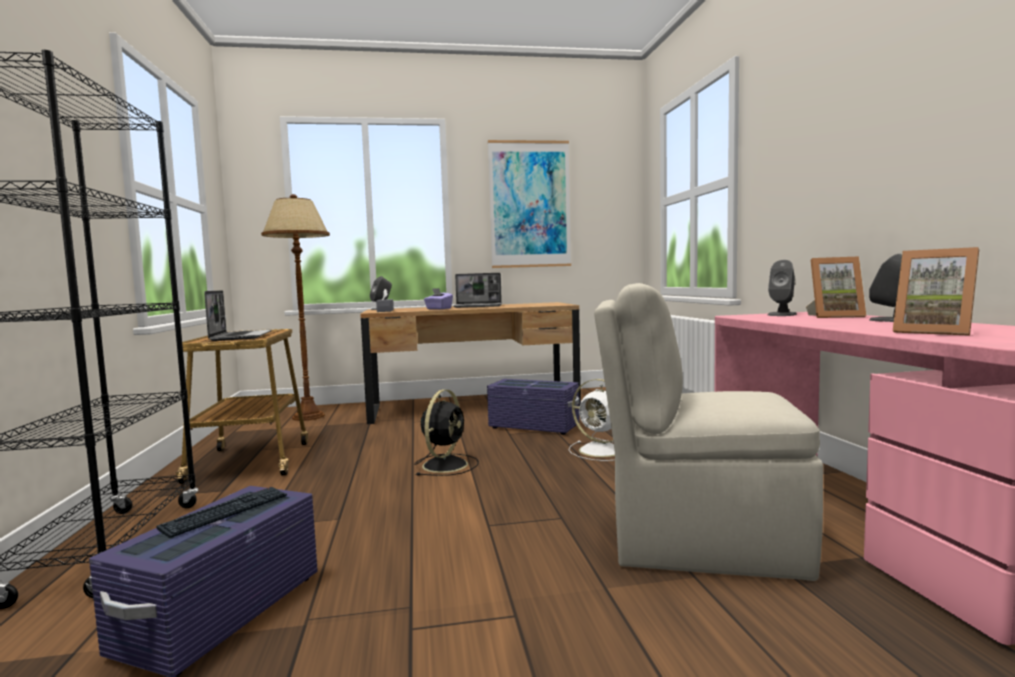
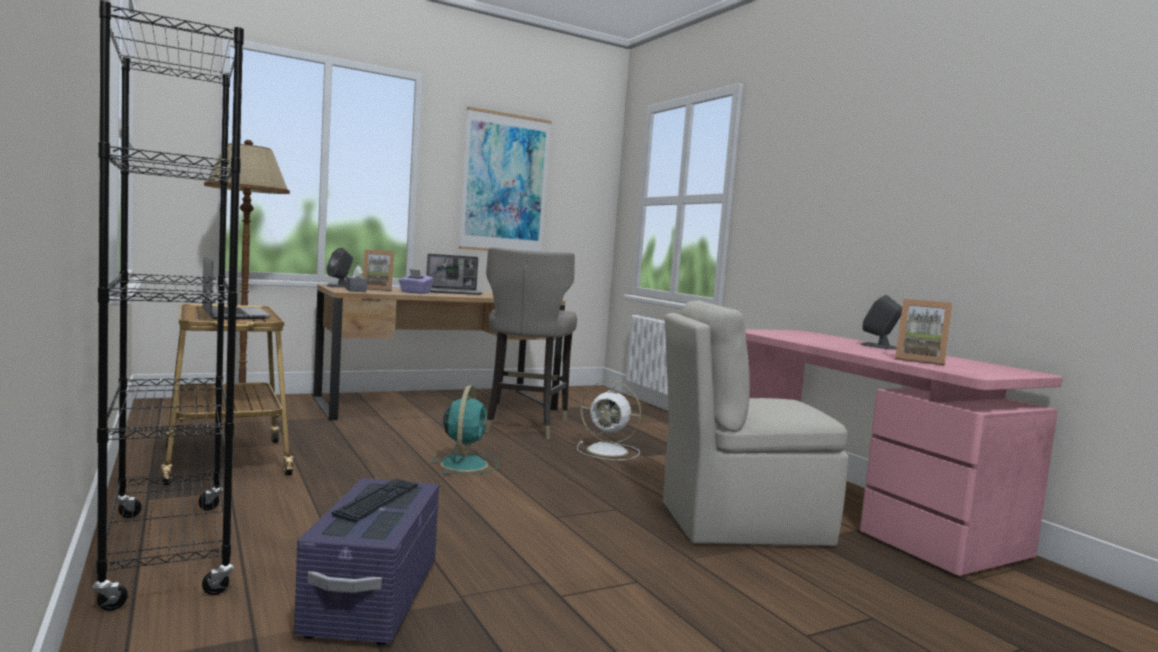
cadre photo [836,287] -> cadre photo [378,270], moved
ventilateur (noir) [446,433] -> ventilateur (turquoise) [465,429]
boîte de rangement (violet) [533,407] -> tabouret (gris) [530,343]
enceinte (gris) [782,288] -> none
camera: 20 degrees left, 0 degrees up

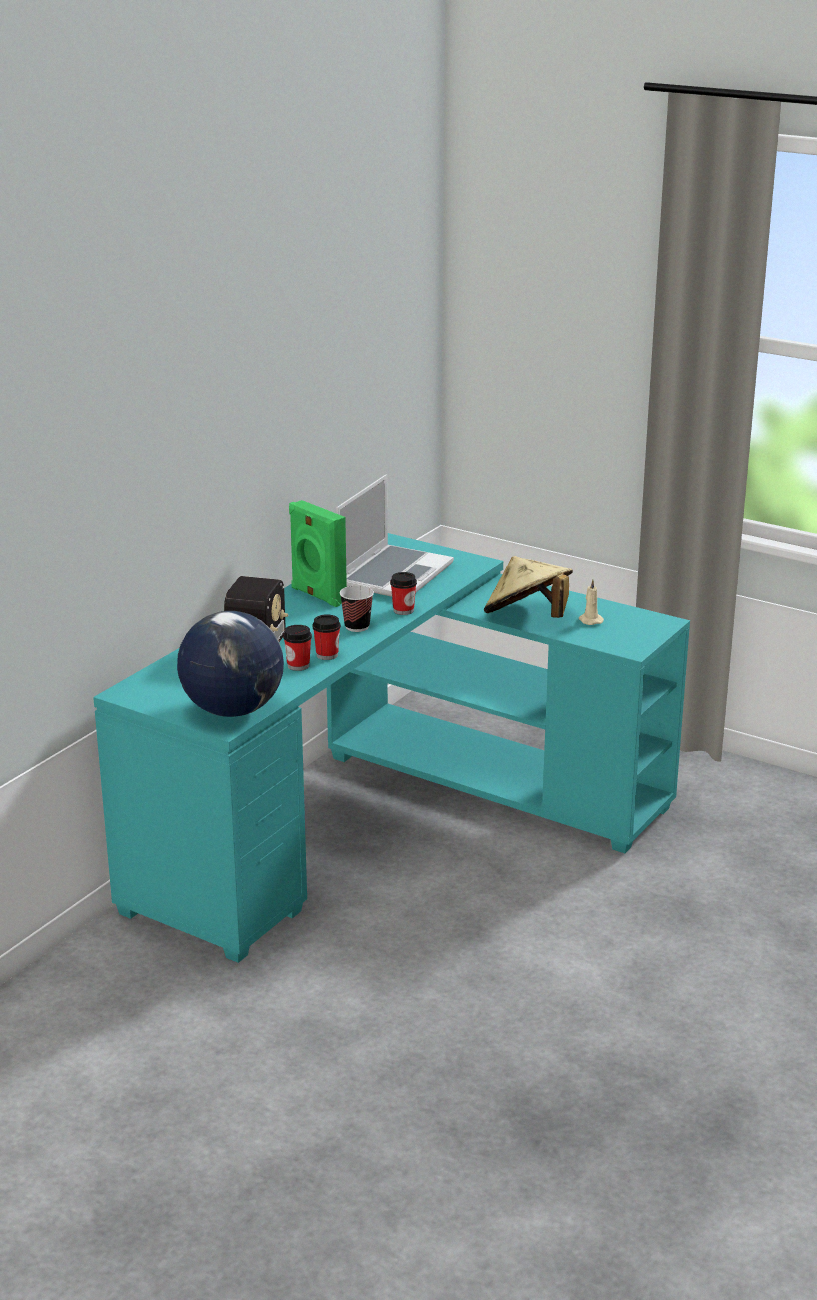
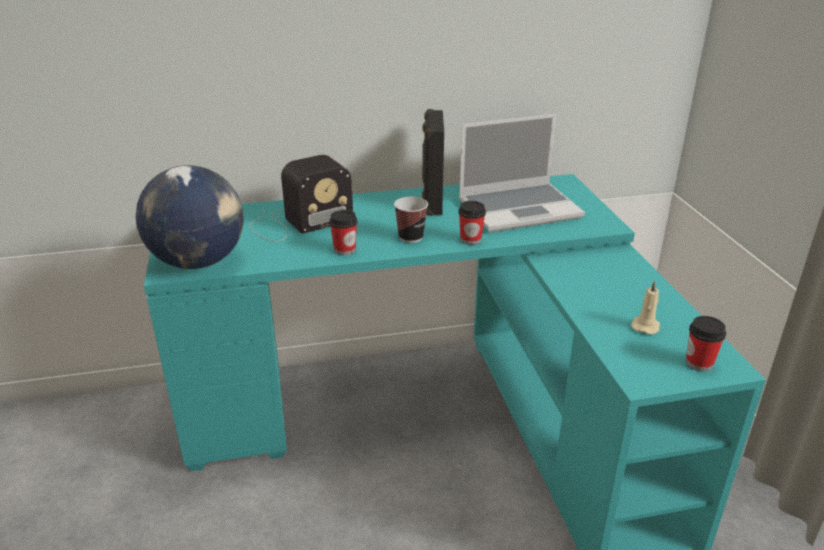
enceinte (vert) [318,553] -> enceinte (noir) [433,162]
tasse [297,648] -> tasse [706,344], moved
chapeau (beige) [528,587] -> none
camera: 45 degrees right, 5 degrees up

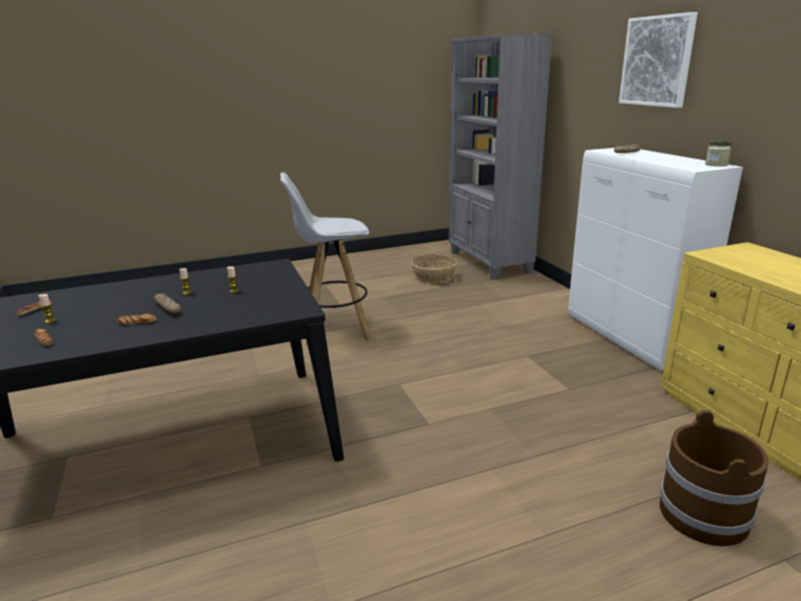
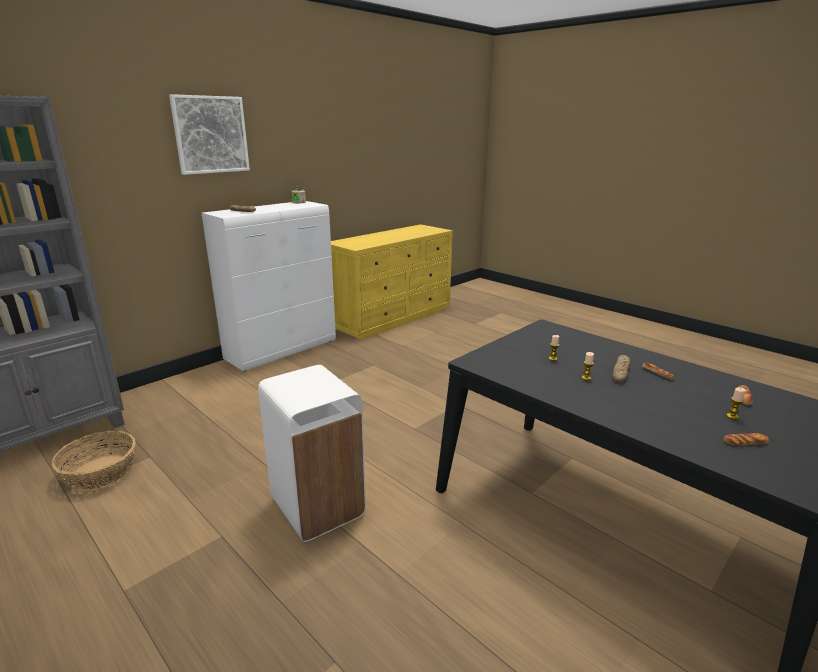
tabouret (blanc) [326,259] -> poubelle (blanc) [312,453]
seau (marron) [714,478] -> none
camera: 115 degrees left, 0 degrees up

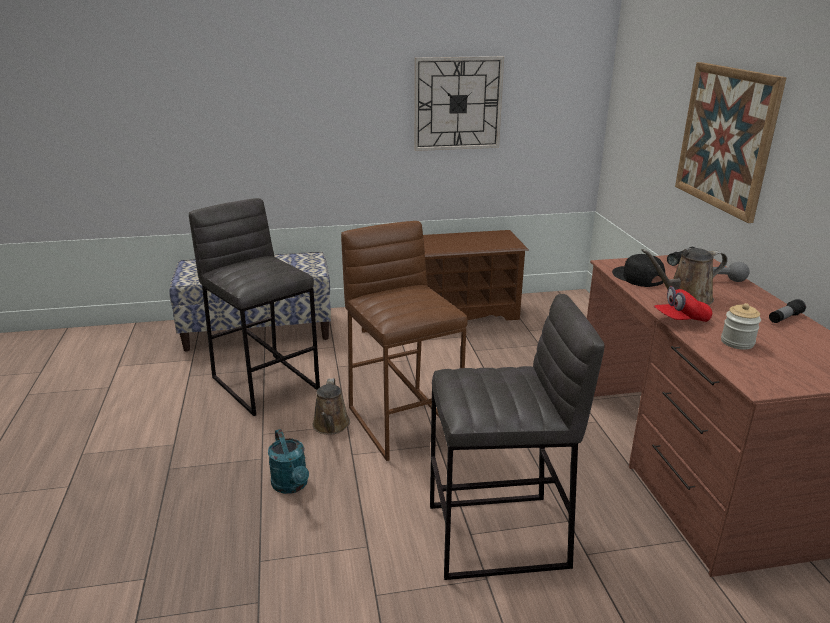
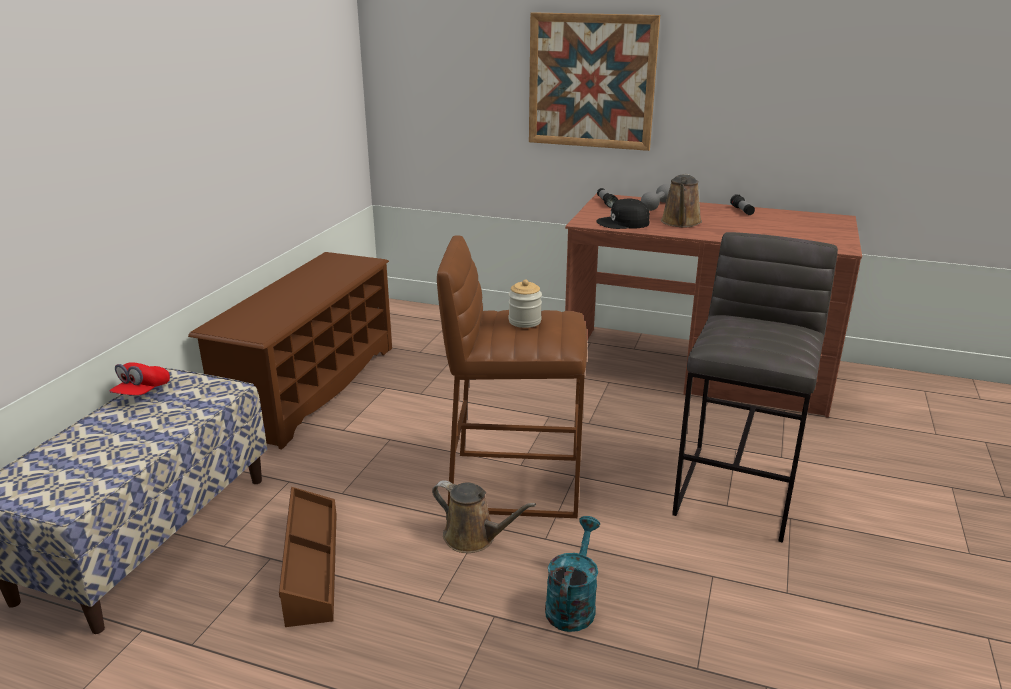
casquette (rouge) [683,304] -> casquette (rouge) [139,378], moved
tabouret (gris) [254,307] -> boîte de rangement (marron) [308,557]
bocal [741,326] -> bocal [525,303], moved
arrosoir (turquoise) [288,461] -> arrosoir (turquoise) [572,574], 75 degrees counterclockwise
horloge murale [459,103] -> none
camera: 60 degrees left, 0 degrees up

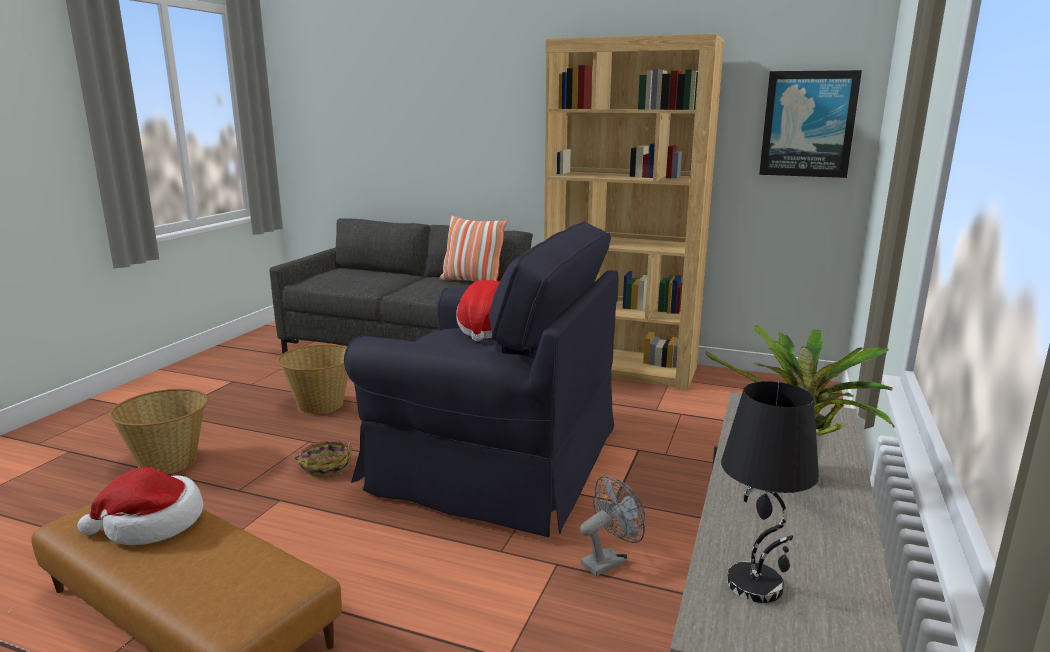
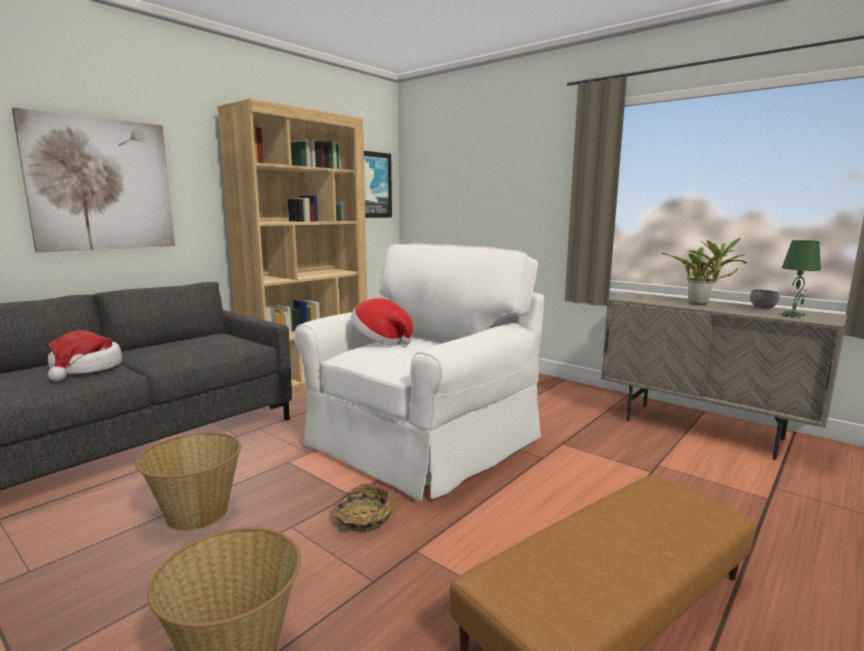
none -> tableau [93,180]
chapeau [140,506] -> chapeau [85,355], moved
fauteuil (noir) [481,380] -> fauteuil (blanc) [419,372]
none -> bol (gris) [765,298]
lampe de table (noir) [770,492] -> lampe de table (vert) [801,279]
coussin [473,248] -> none
ventilateur (gris) [612,526] -> none
camera: 70 degrees left, 5 degrees down

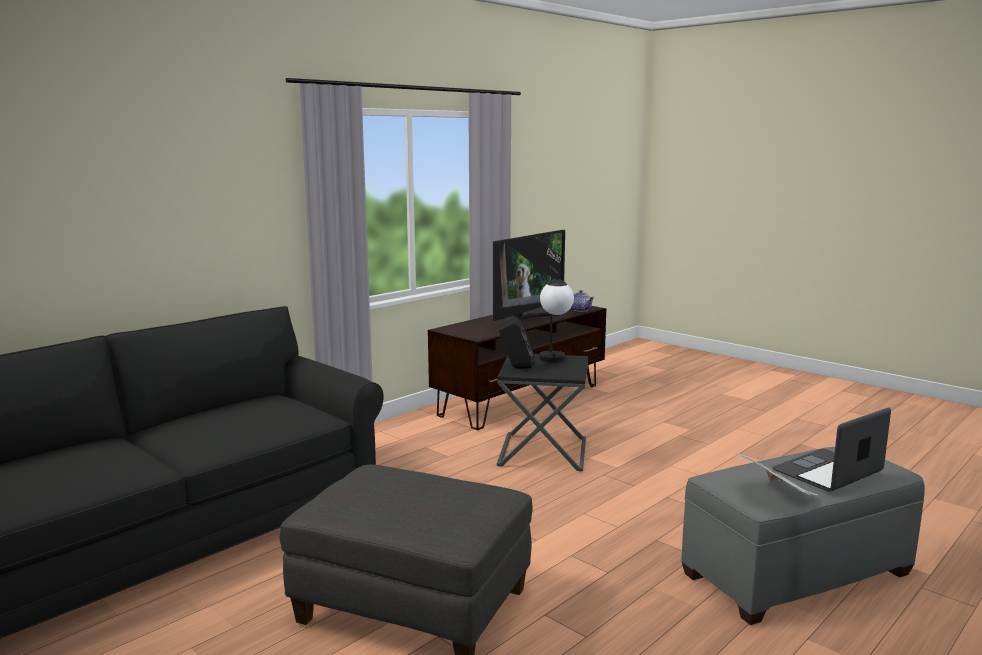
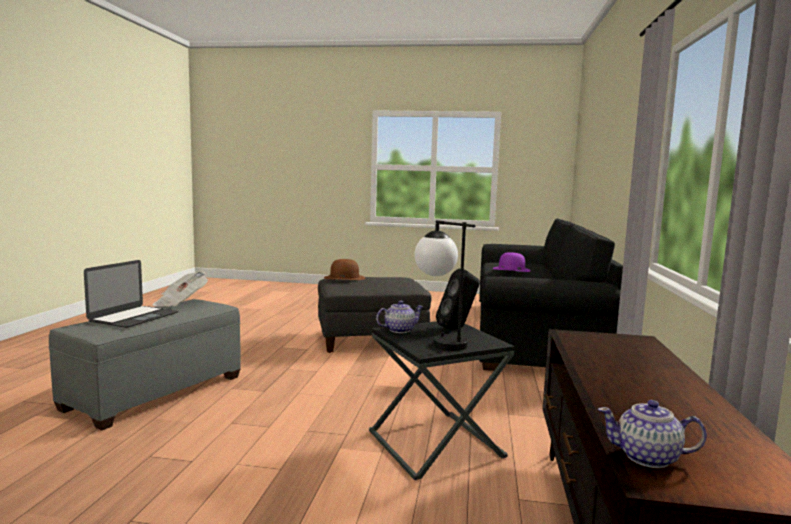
none -> chapeau (marron) [344,269]
none -> théière [400,316]
none -> chapeau (violet) [512,262]
téléviseur [529,275] -> none
camera: 145 degrees right, 5 degrees down

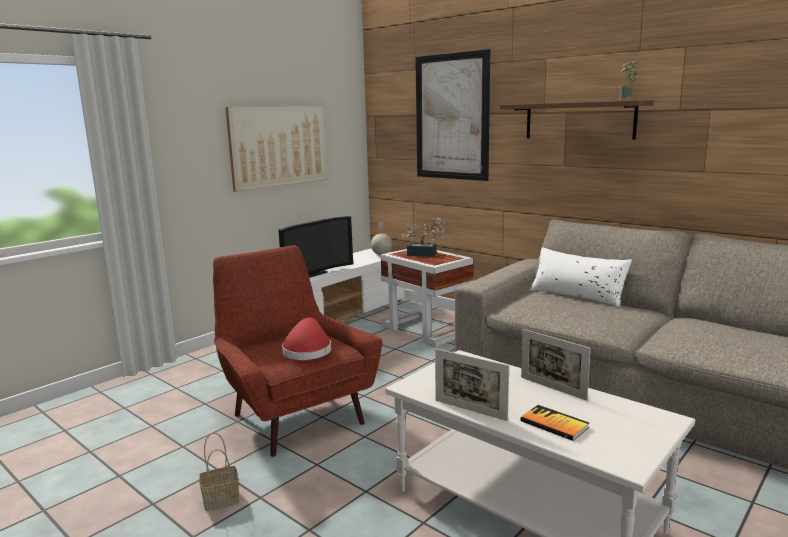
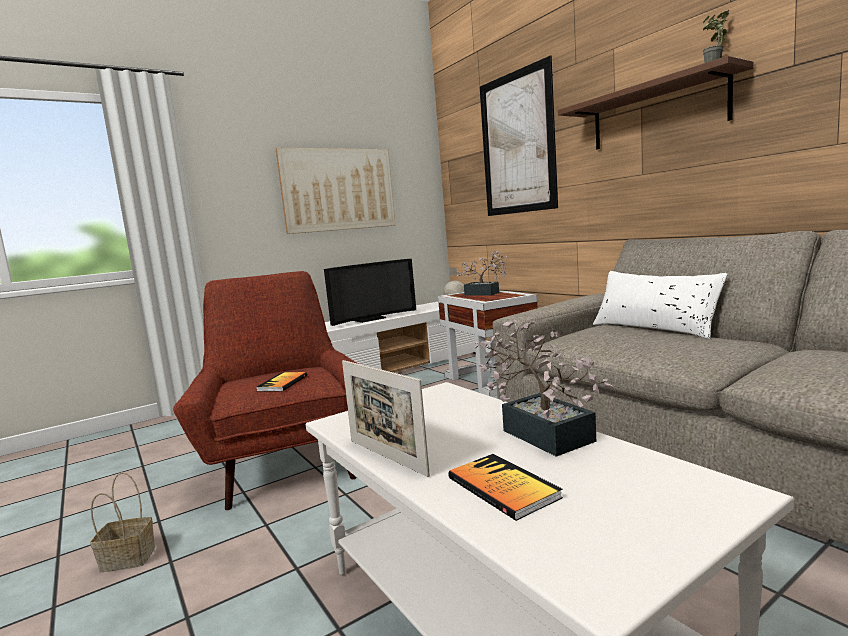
chapeau (rouge) [306,339] -> livre [281,382]
cadre photo [556,365] -> plante en pot [543,388]
camera: 15 degrees right, 5 degrees down

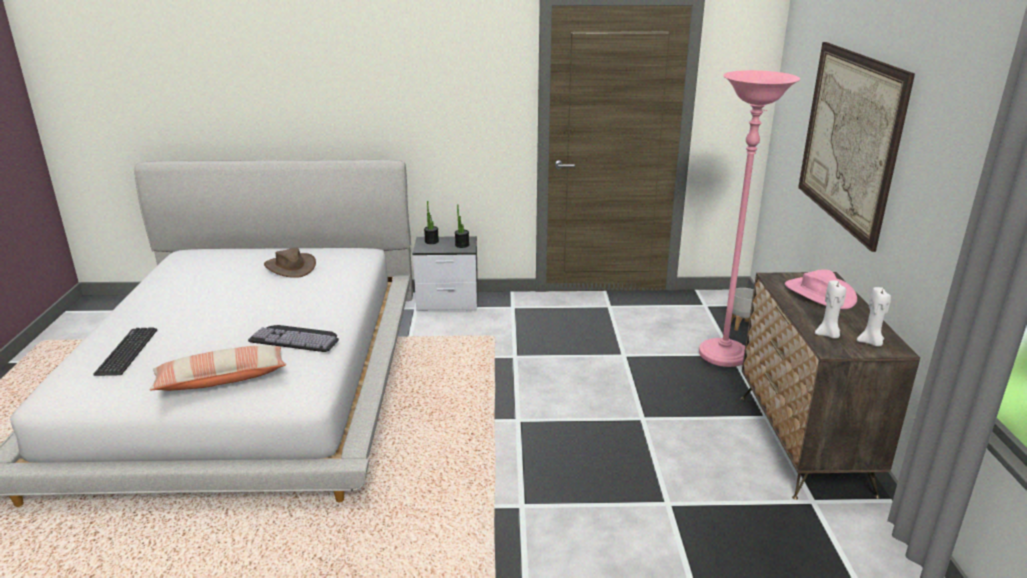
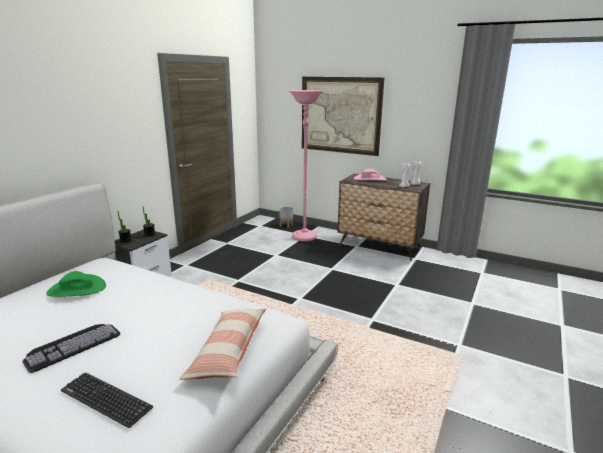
clavier [293,338] -> clavier [71,348], moved
chapeau (marron) [290,262] -> chapeau (vert) [76,284]
camera: 60 degrees left, 5 degrees down

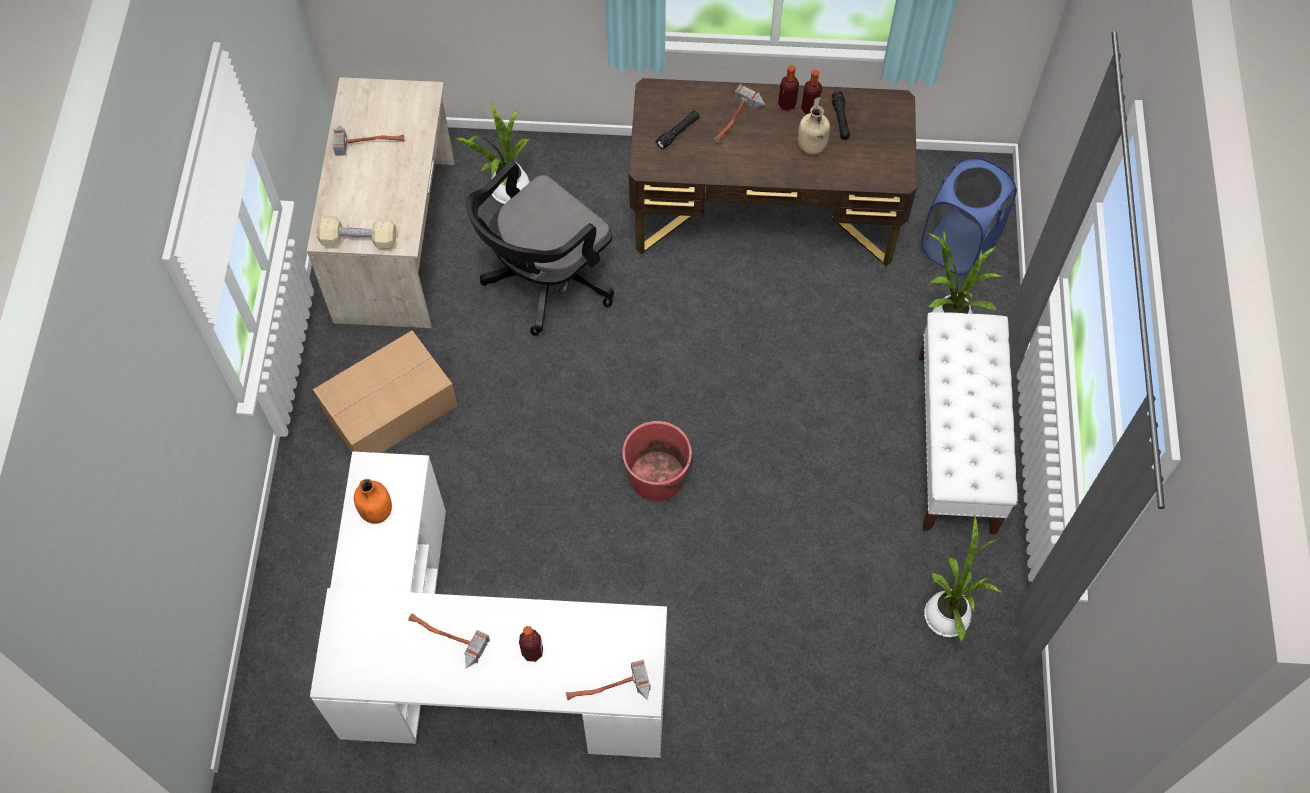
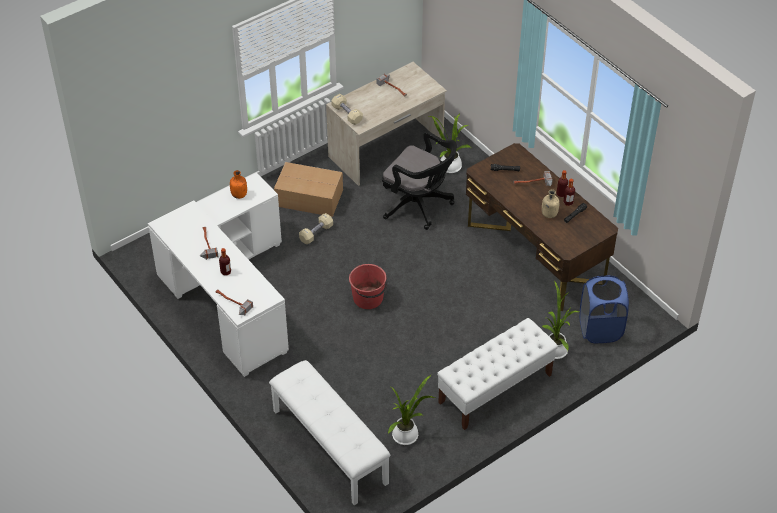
none -> banc (blanc) [329,432]
none -> haltère (beige) [316,228]
chaise de bureau (noir) [540,248] -> chaise de bureau (noir) [419,180], 150 degrees counterclockwise
camera: 50 degrees right, 15 degrees down

